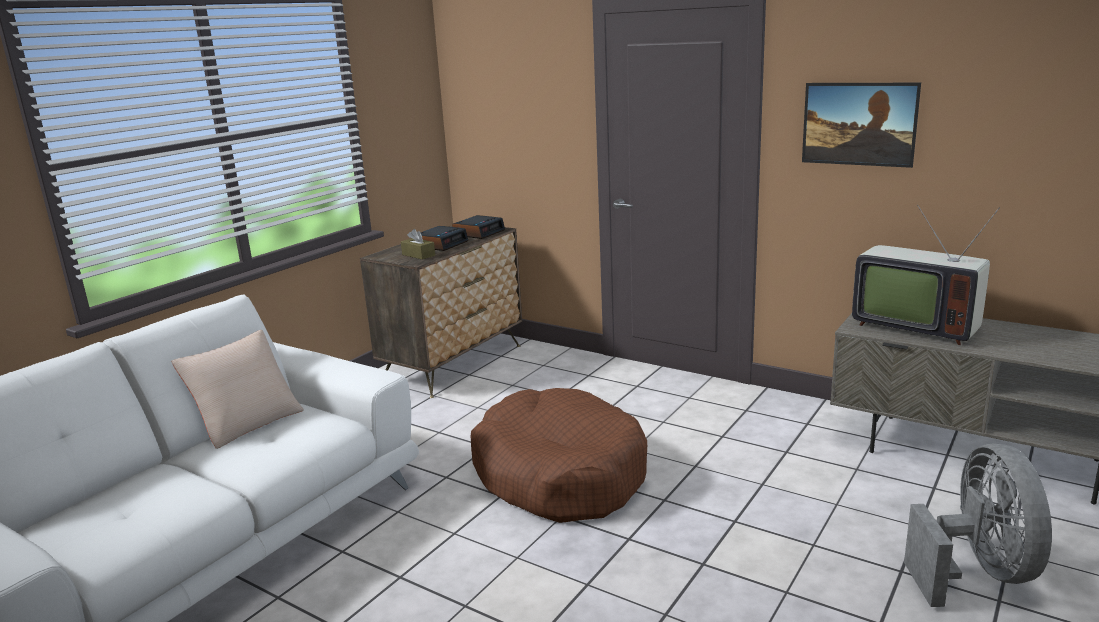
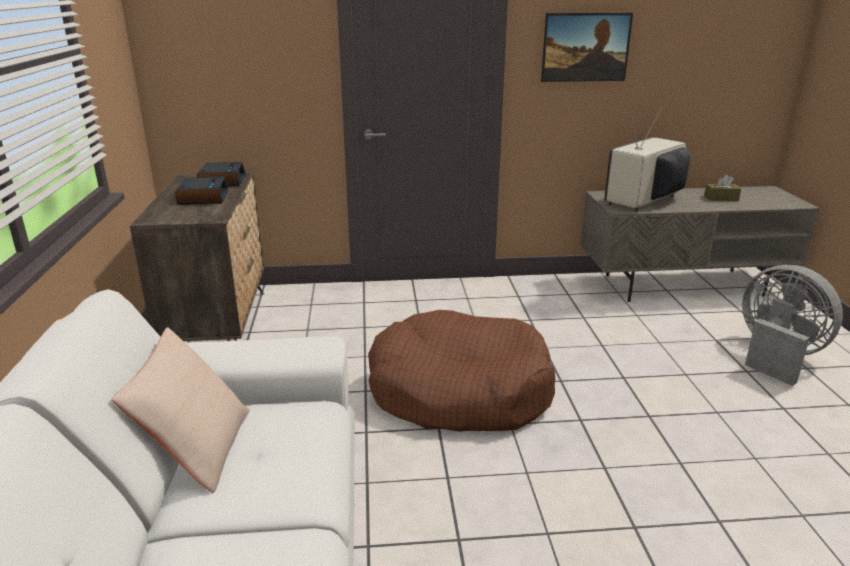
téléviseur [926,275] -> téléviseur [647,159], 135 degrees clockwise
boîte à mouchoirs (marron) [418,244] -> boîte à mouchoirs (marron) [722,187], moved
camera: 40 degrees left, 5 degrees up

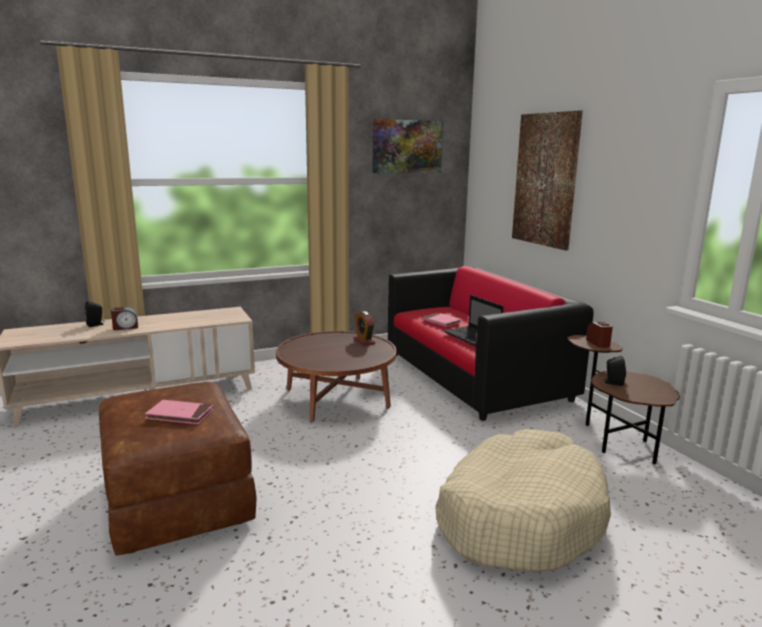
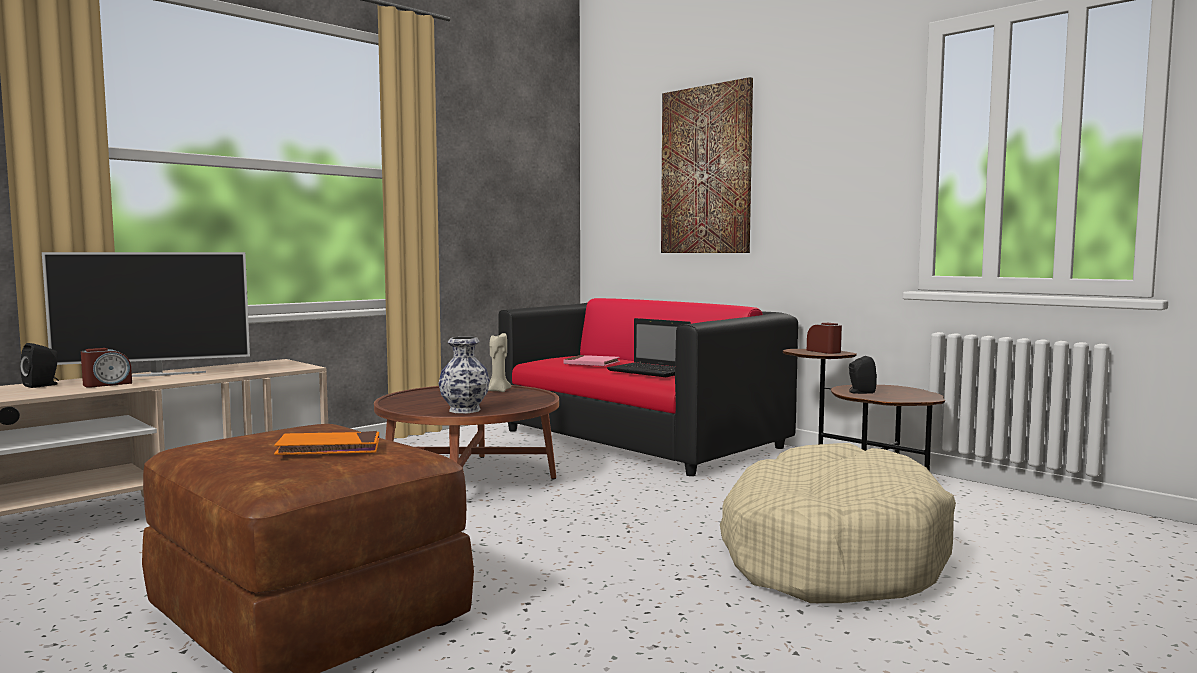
none -> téléviseur [146,314]
livre (rose) [179,412] -> livre (orange) [326,443]
none -> vase [464,375]
réveil [364,328] -> bougie (beige) [499,362]
tableau [407,146] -> none
camera: 20 degrees left, 10 degrees down

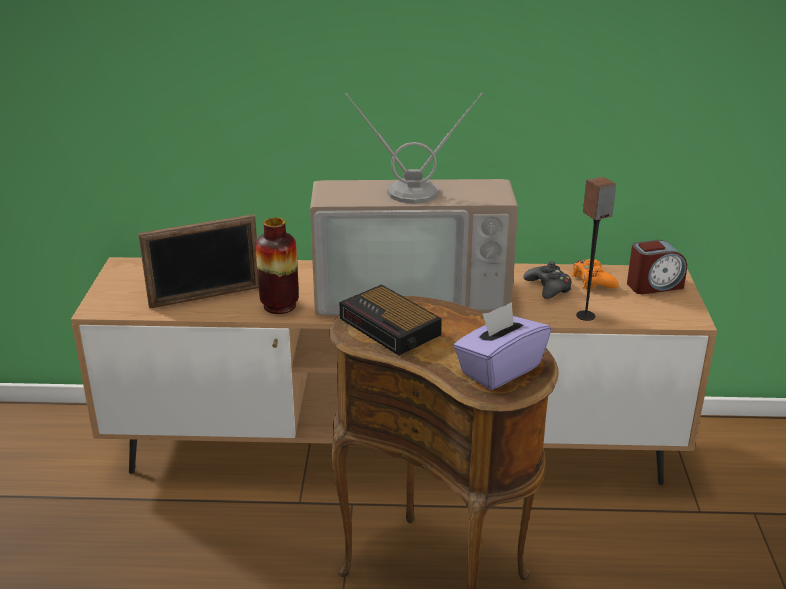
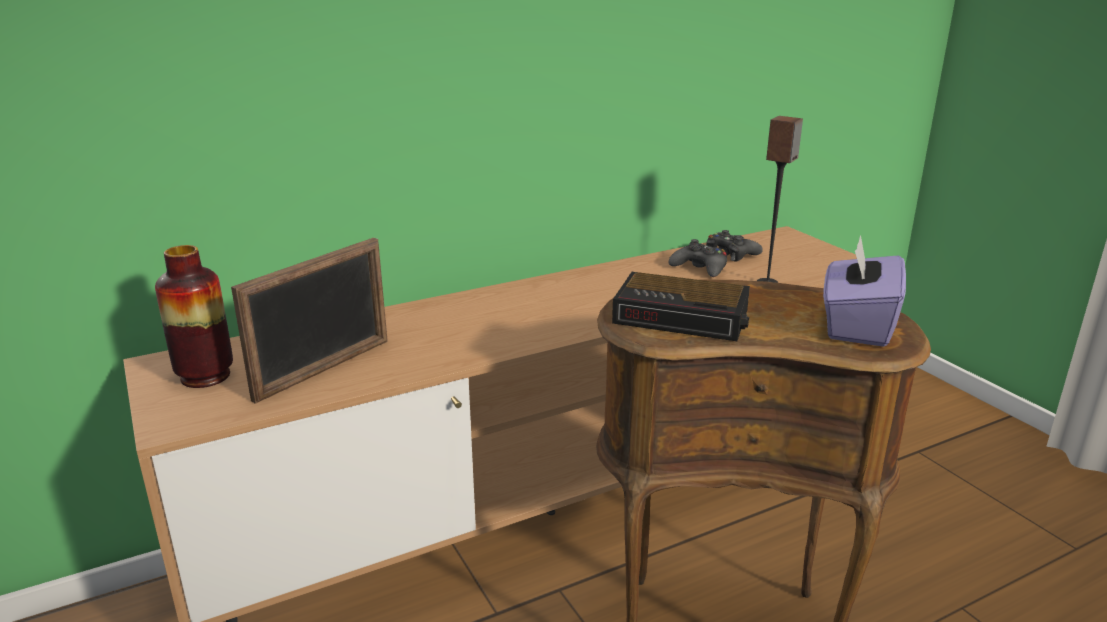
vase [277,265] -> vase [194,316], moved
manette (orange) [595,274] -> manette (noir) [734,246]
téléviseur [414,204] -> none
réveil [657,267] -> none
camera: 30 degrees left, 5 degrees down

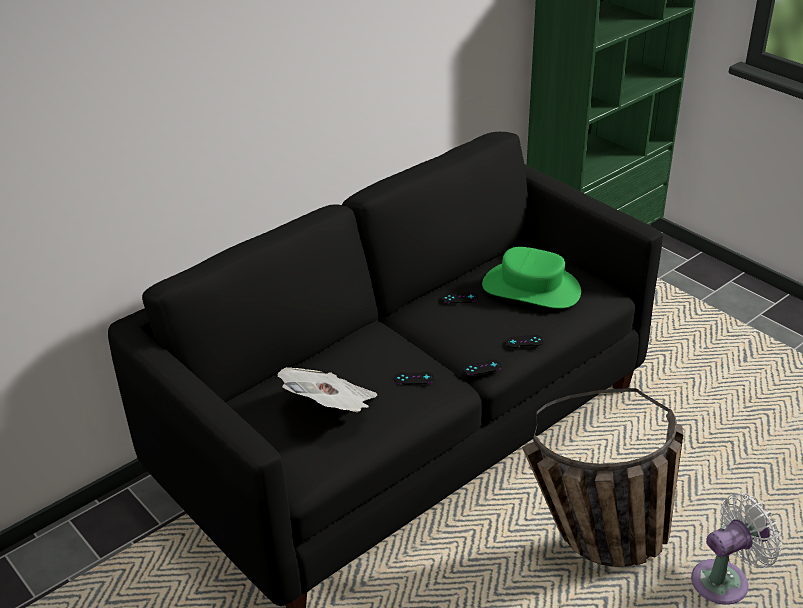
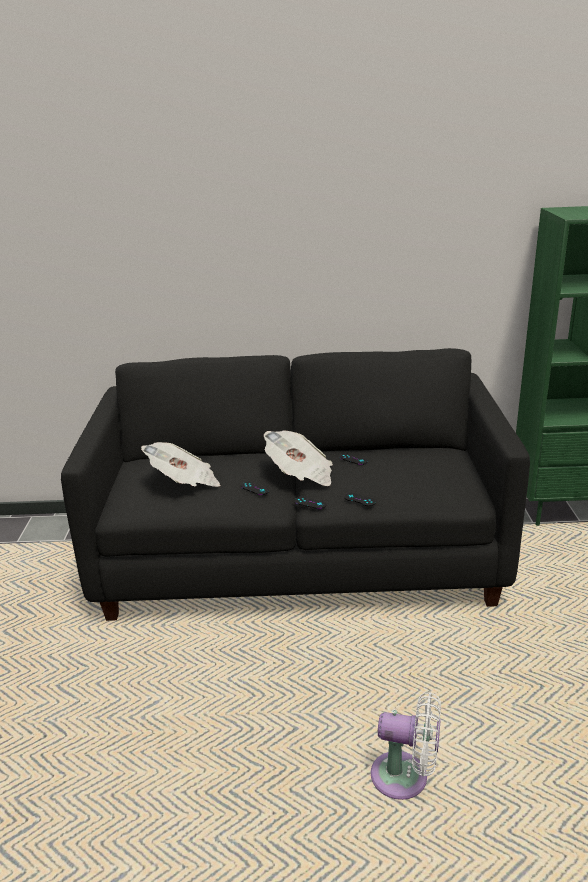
none -> journal [298,458]
chapeau (vert) [531,278] -> none
panier [602,477] -> none
camera: 40 degrees right, 10 degrees down

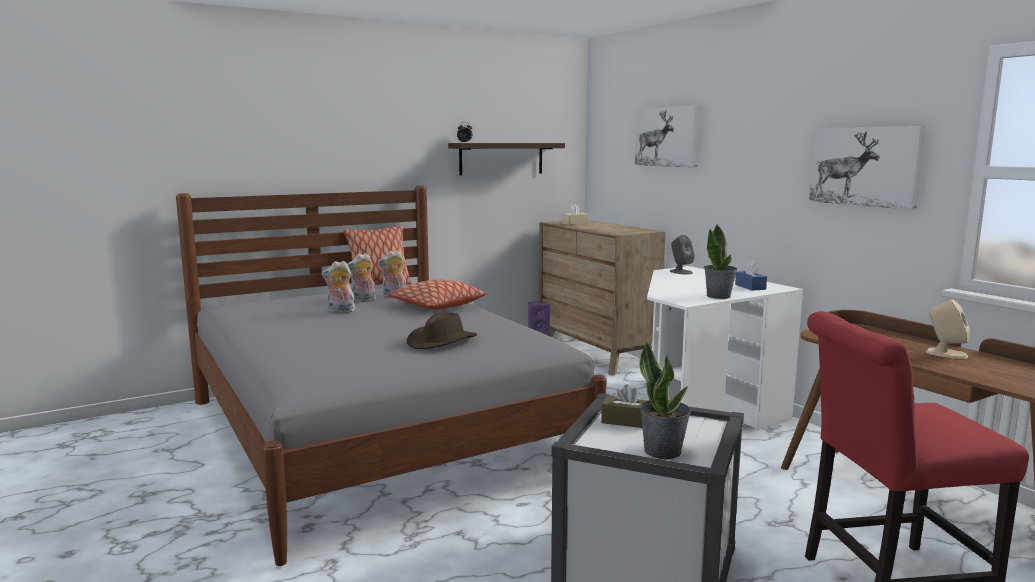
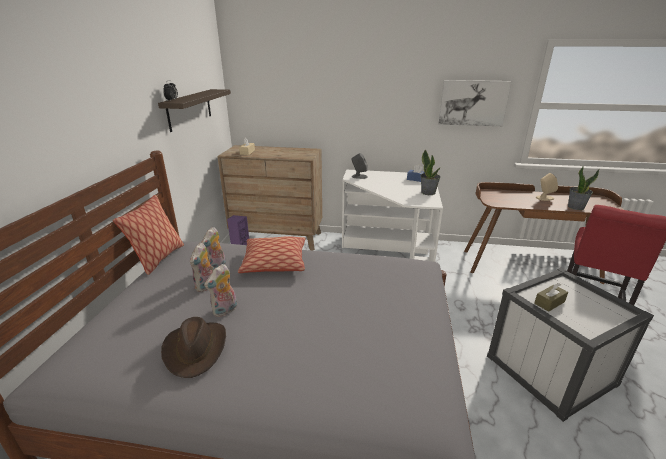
chapeau (marron) [442,331] -> chapeau (marron) [193,347], moved
plante en pot [665,400] -> plante en pot [584,188], moved
tableau [667,136] -> none
camera: 50 degrees left, 15 degrees up

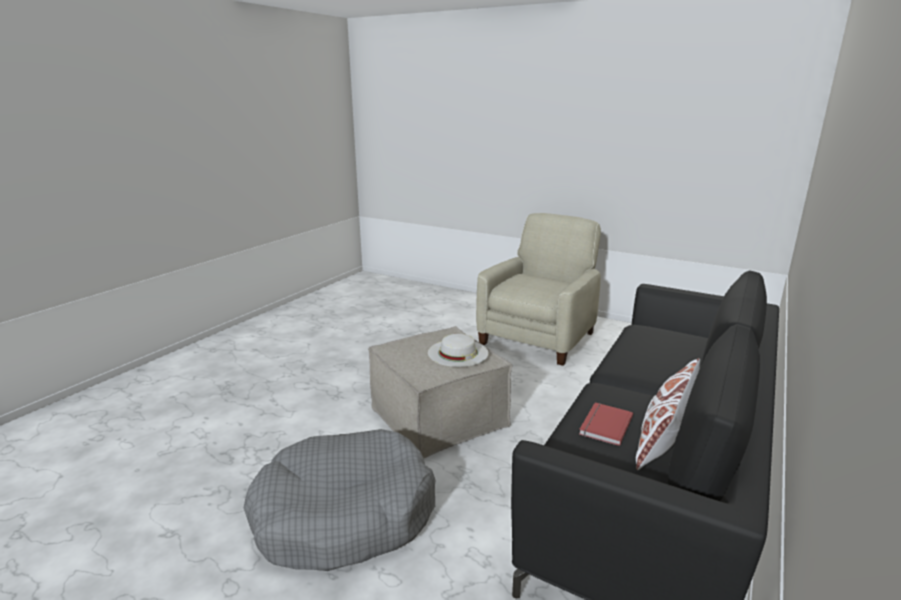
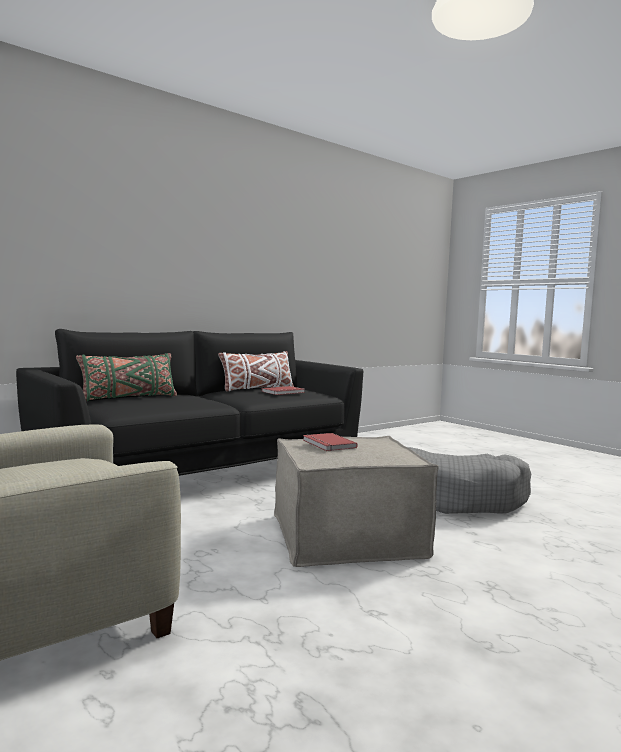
none -> coussin (vert) [126,377]
chapeau (blanc) [458,350] -> livre (rouge) [330,442]
camera: 160 degrees left, 15 degrees down

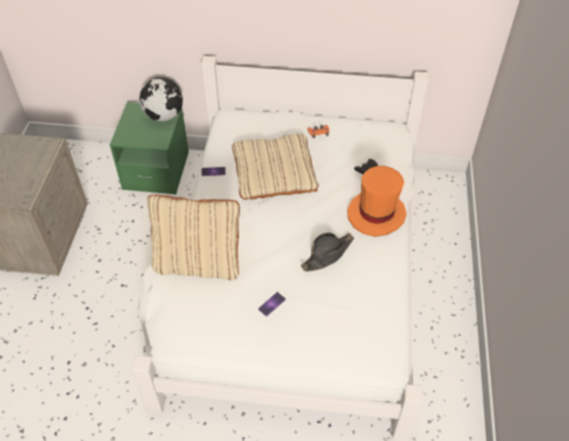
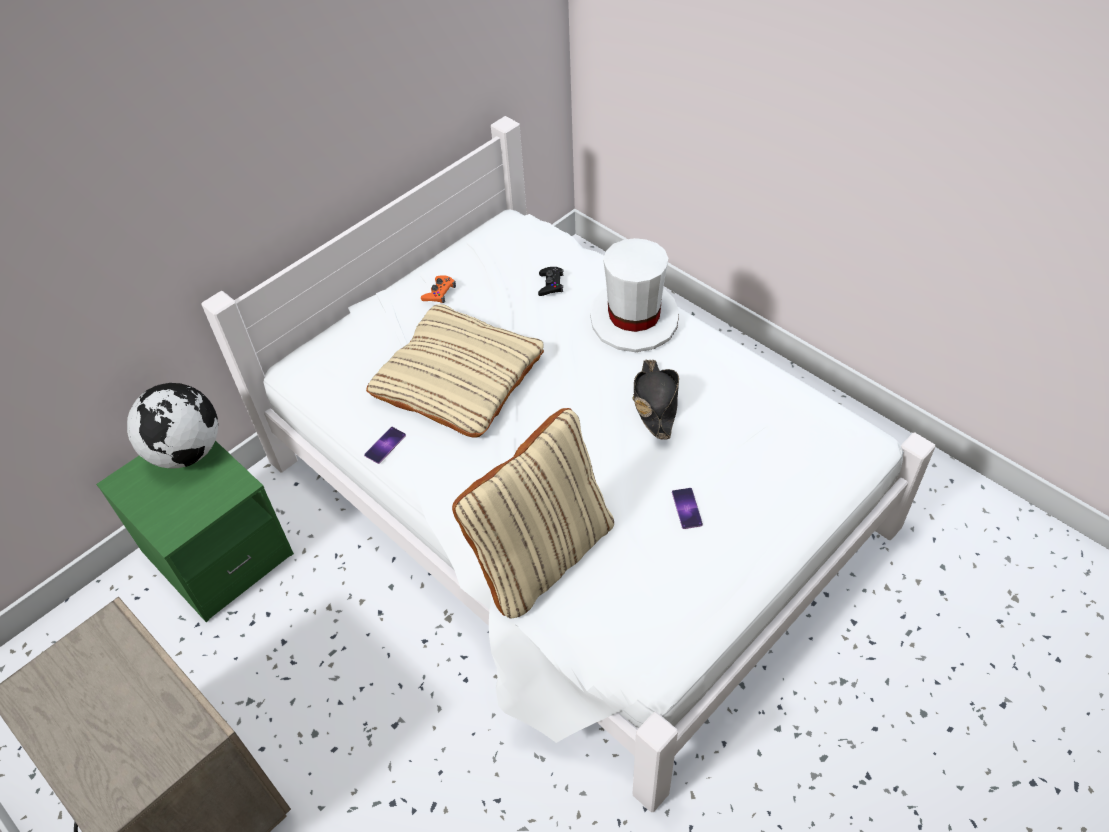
chapeau (orange) [377,201] -> chapeau (blanc) [634,295]
camera: 50 degrees left, 0 degrees up

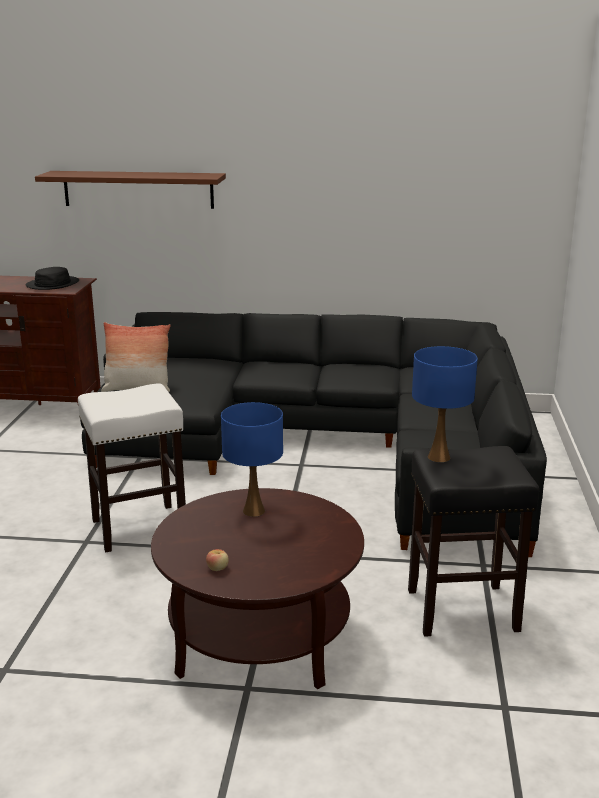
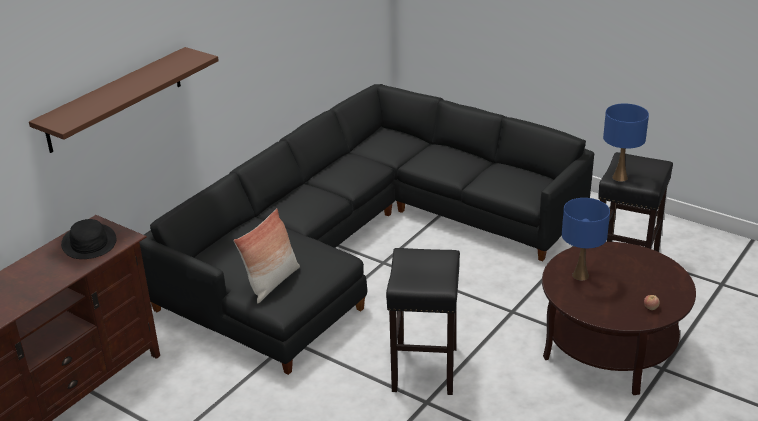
tabouret (blanc) [132,467] -> tabouret (noir) [423,321]
camera: 60 degrees left, 10 degrees up

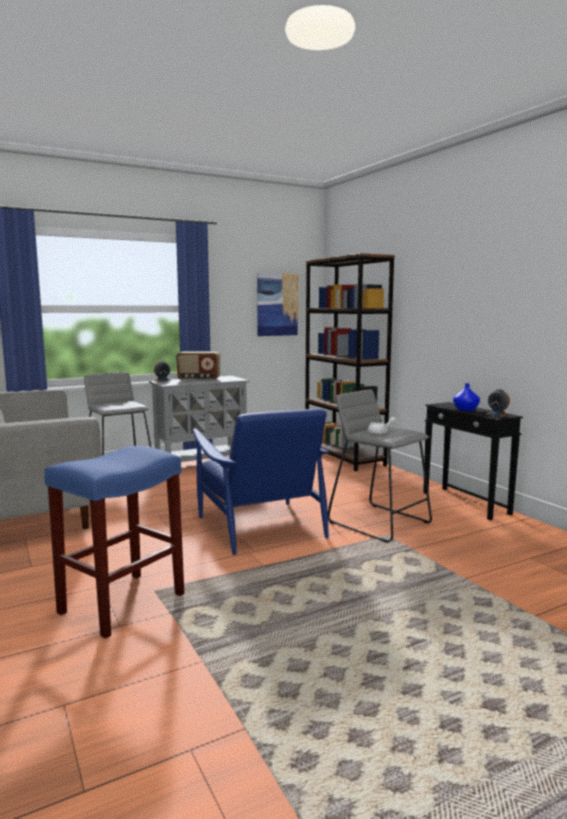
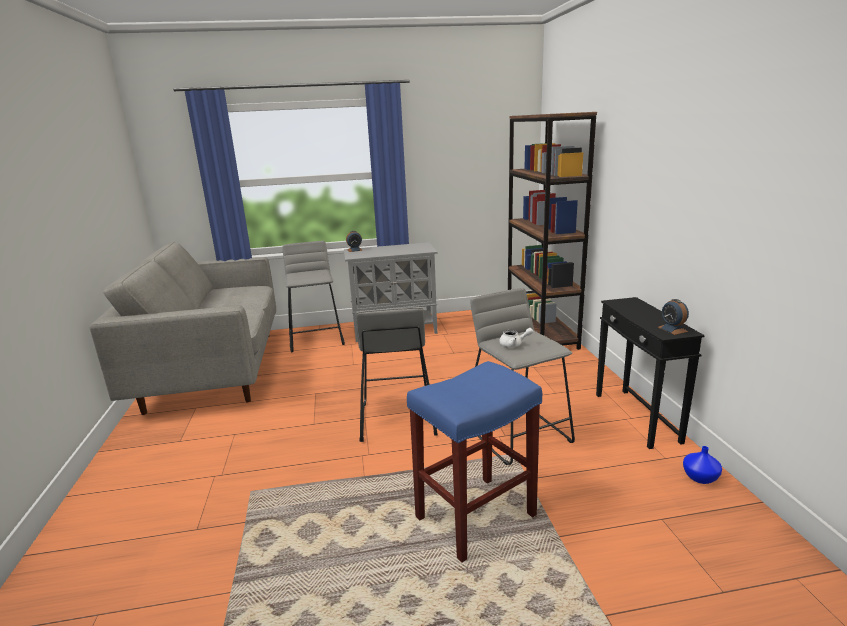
fauteuil (bleu) [261,482] -> tabouret (gris) [397,374]
tabouret (bleu) [114,542] -> tabouret (bleu) [474,461], moved
vase (bleu) [466,397] -> vase (bleu) [702,465], moved
radio [198,366] -> none
tableau [278,304] -> none
camera: 20 degrees right, 10 degrees up

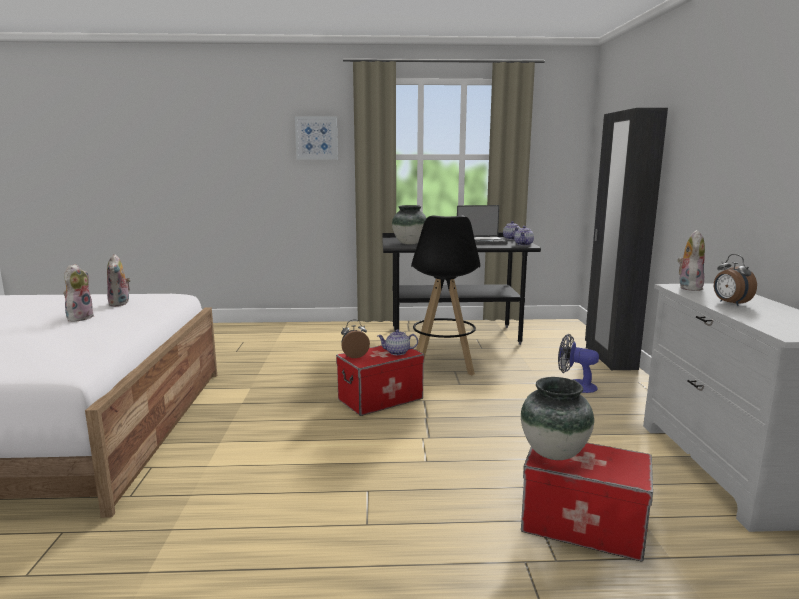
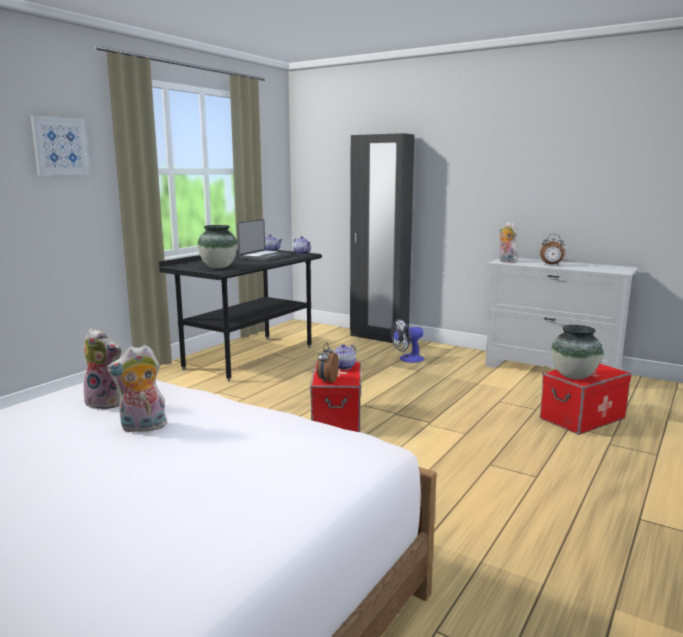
peluche [78,293] -> peluche [137,389], 60 degrees counterclockwise
tabouret (noir) [445,295] -> none
camera: 55 degrees left, 0 degrees up

